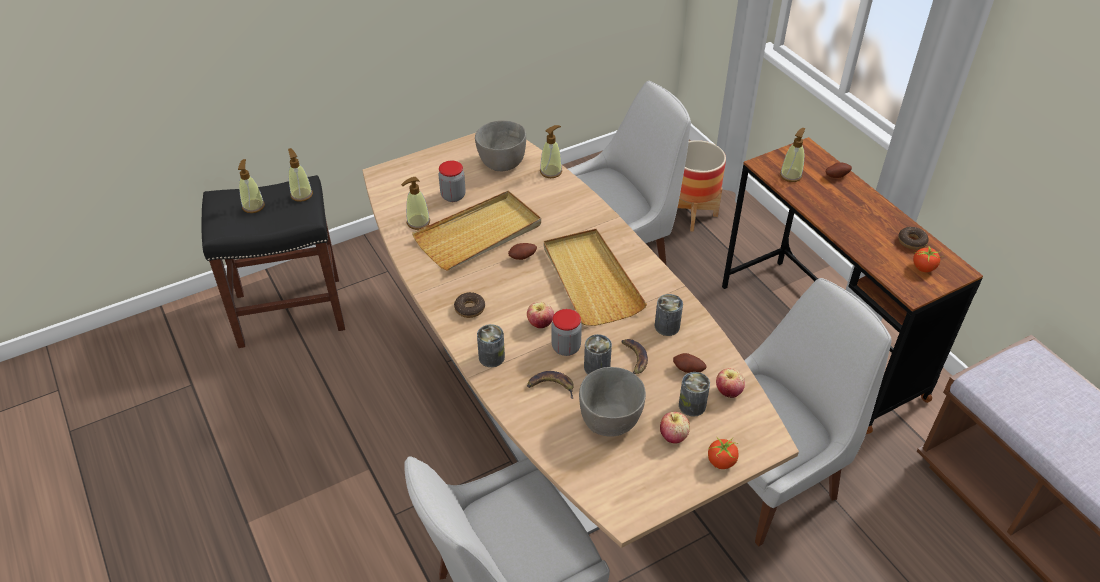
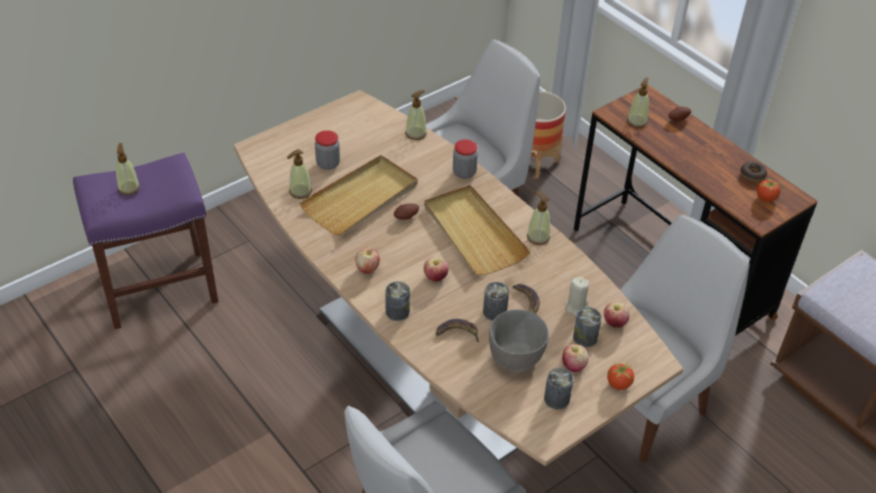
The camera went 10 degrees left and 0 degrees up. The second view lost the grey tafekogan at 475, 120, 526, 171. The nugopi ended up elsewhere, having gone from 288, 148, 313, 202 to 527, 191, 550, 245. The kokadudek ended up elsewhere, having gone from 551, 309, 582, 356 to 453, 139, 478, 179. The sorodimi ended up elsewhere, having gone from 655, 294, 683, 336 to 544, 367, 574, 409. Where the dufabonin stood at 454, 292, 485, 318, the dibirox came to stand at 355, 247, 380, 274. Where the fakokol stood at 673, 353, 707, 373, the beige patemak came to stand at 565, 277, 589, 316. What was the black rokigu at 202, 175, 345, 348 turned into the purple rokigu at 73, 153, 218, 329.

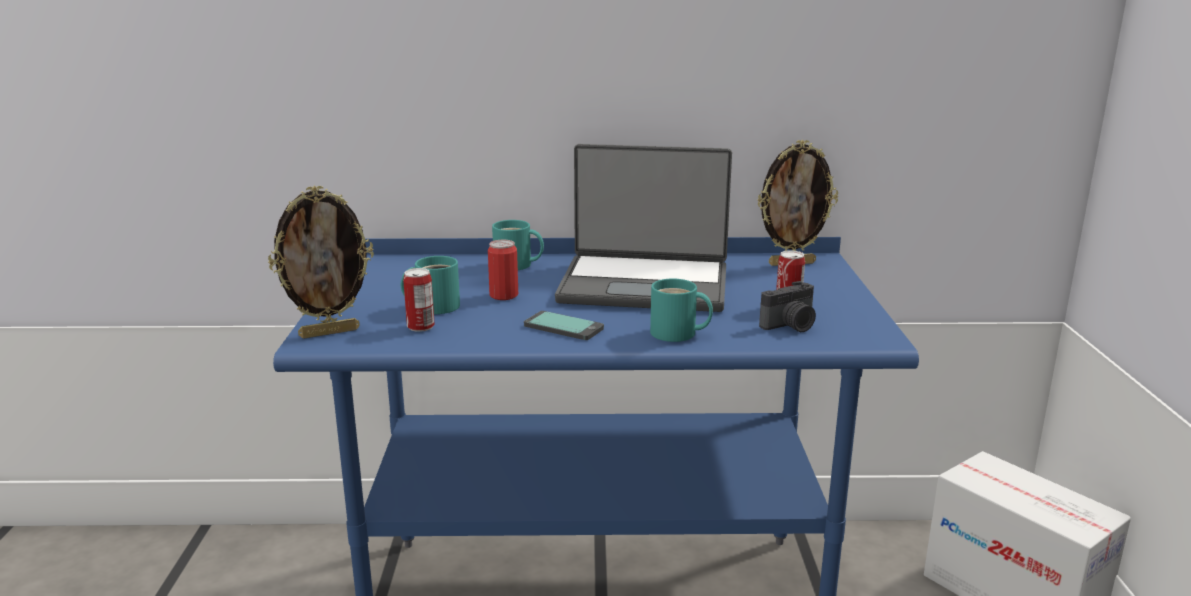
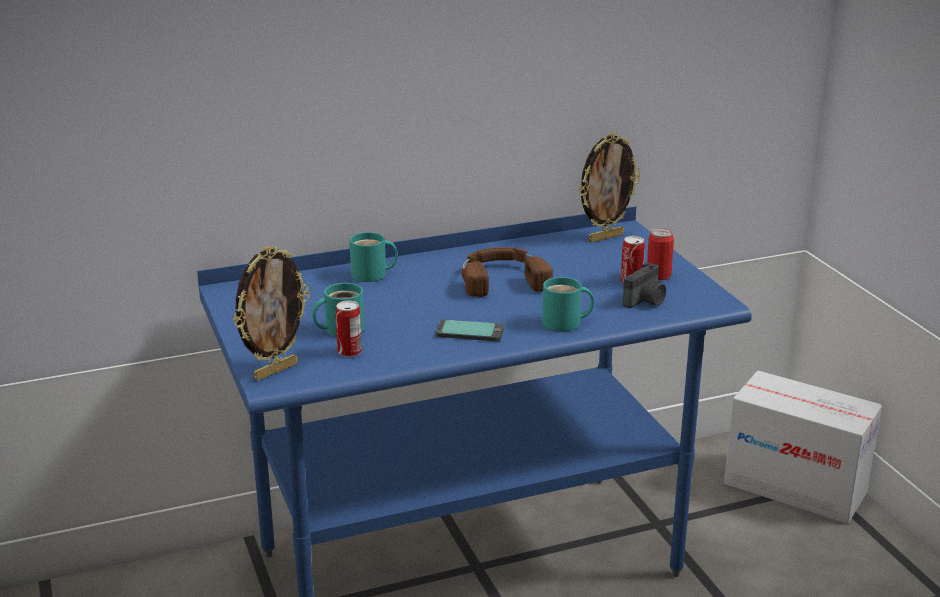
The camera went 20 degrees left and 5 degrees up. The sorodimi ended up elsewhere, having gone from 488, 240, 518, 300 to 647, 228, 674, 280. Where the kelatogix stood at 555, 144, 732, 312, the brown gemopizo came to stand at 462, 247, 553, 297.

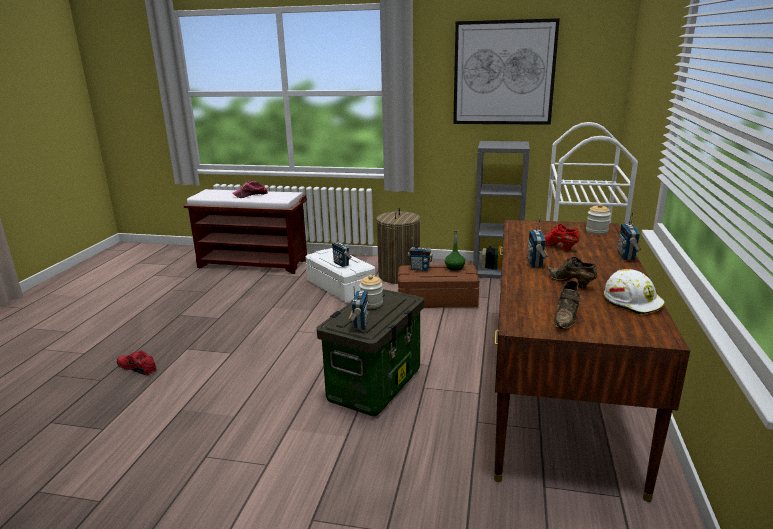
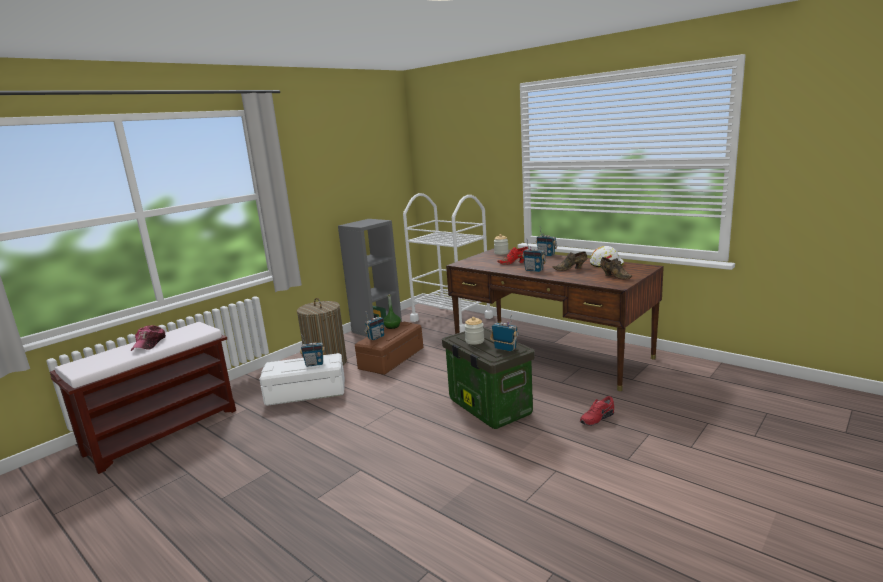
The camera went 60 degrees left and 5 degrees down. The second view lost the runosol at 453, 18, 560, 125. The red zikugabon ended up elsewhere, having gone from 117, 351, 156, 375 to 580, 396, 614, 426.

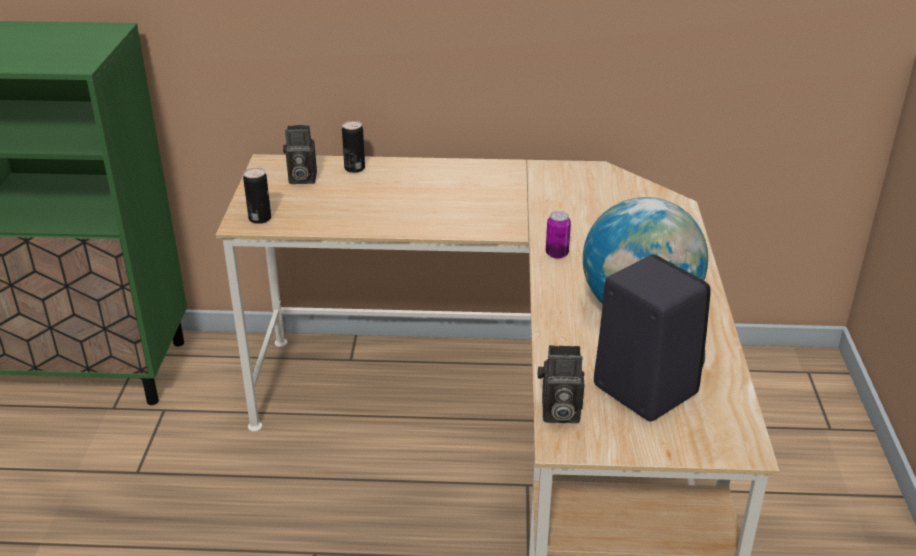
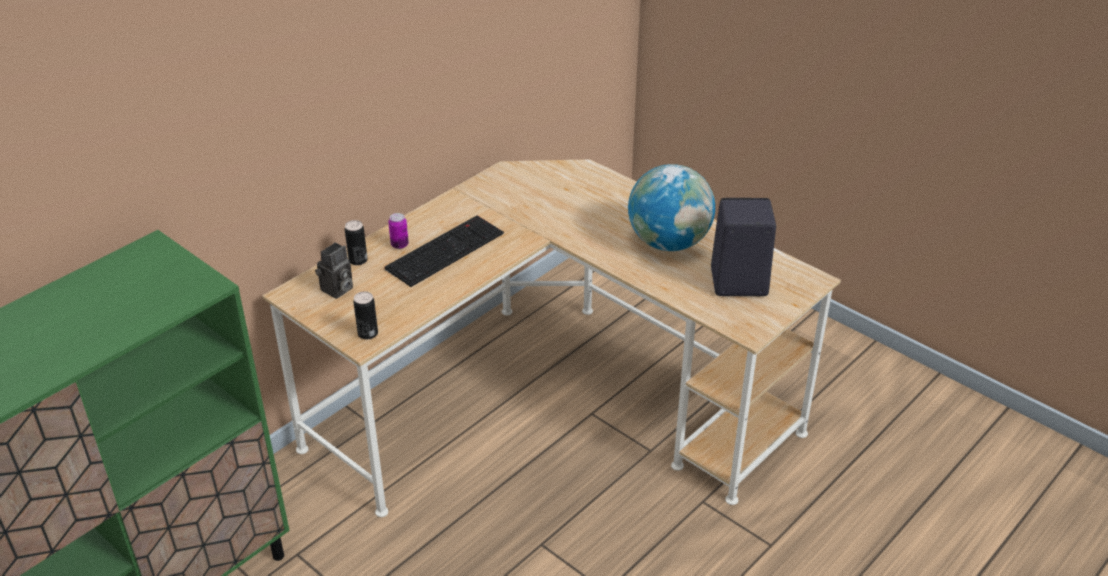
The camera went 50 degrees left and 5 degrees up. The second view lost the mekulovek at 537, 345, 585, 423. The second view gained the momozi at 384, 215, 504, 287. The sorodimi ended up elsewhere, having gone from 546, 211, 571, 259 to 388, 213, 409, 249.

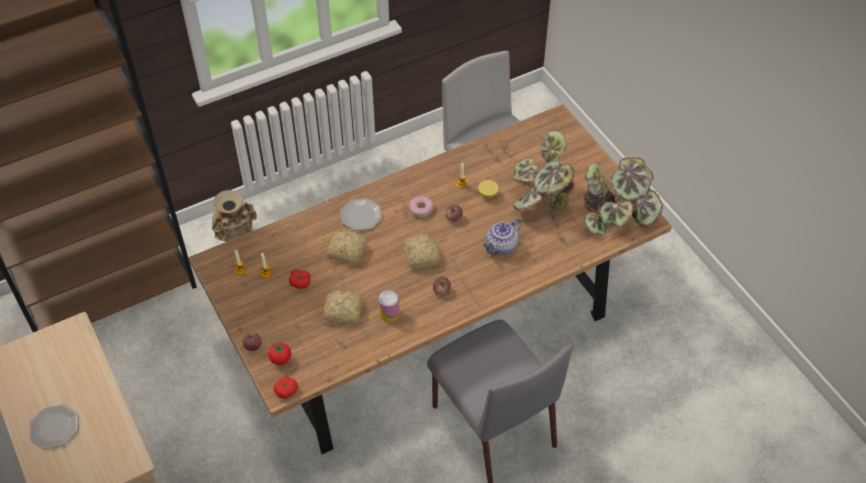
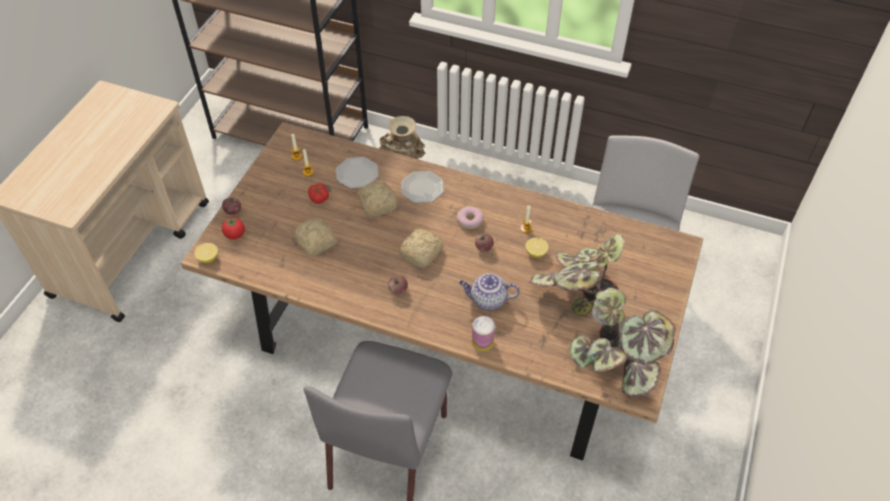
The camera went 50 degrees right and 0 degrees up. The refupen ended up elsewhere, having gone from 30, 404, 79, 449 to 336, 157, 379, 189. The sorodimi ended up elsewhere, having gone from 379, 290, 400, 322 to 472, 316, 495, 351. Where the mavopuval stood at 273, 376, 298, 399, the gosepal came to stand at 194, 243, 218, 263.

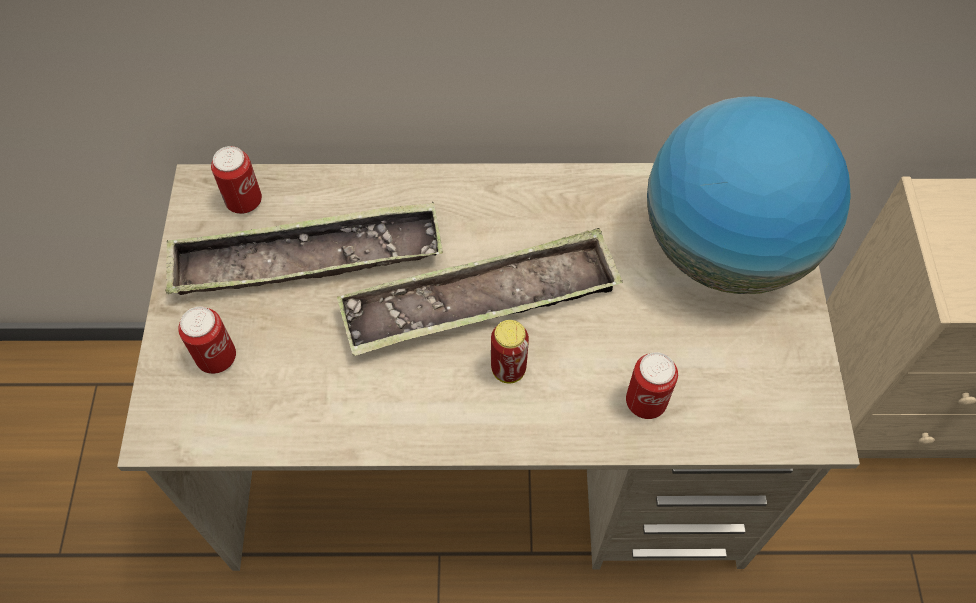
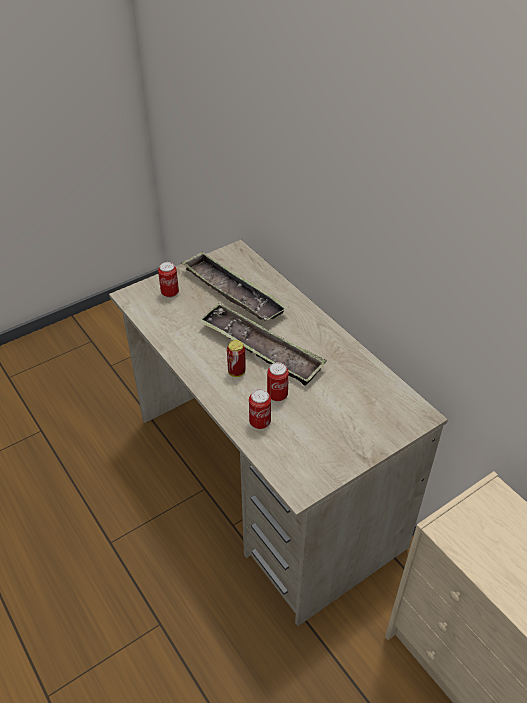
The camera went 55 degrees right and 15 degrees down. The second view lost the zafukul at 647, 96, 851, 294. The sorodimi ended up elsewhere, having gone from 211, 146, 262, 214 to 267, 362, 289, 401.

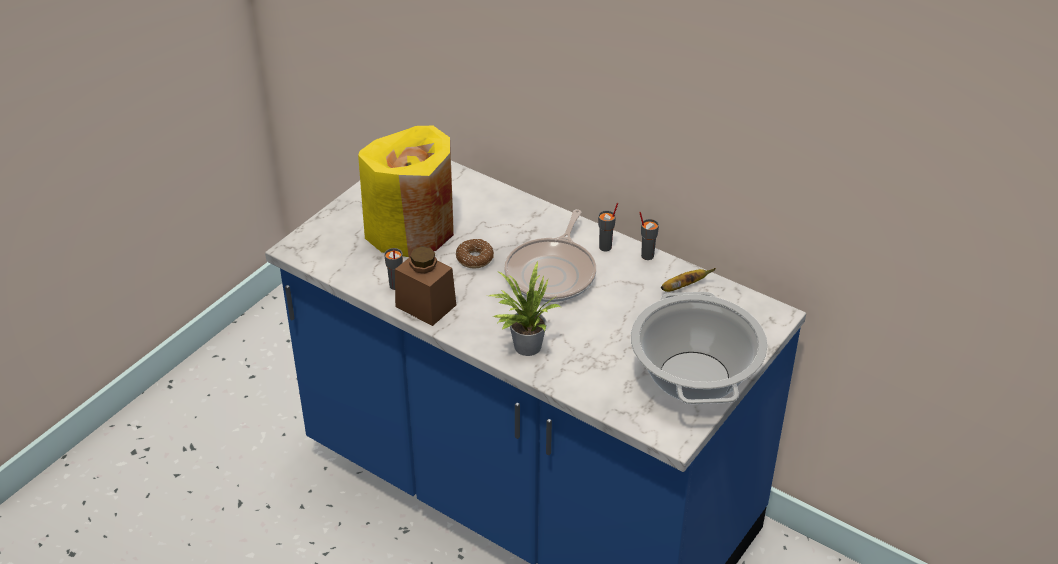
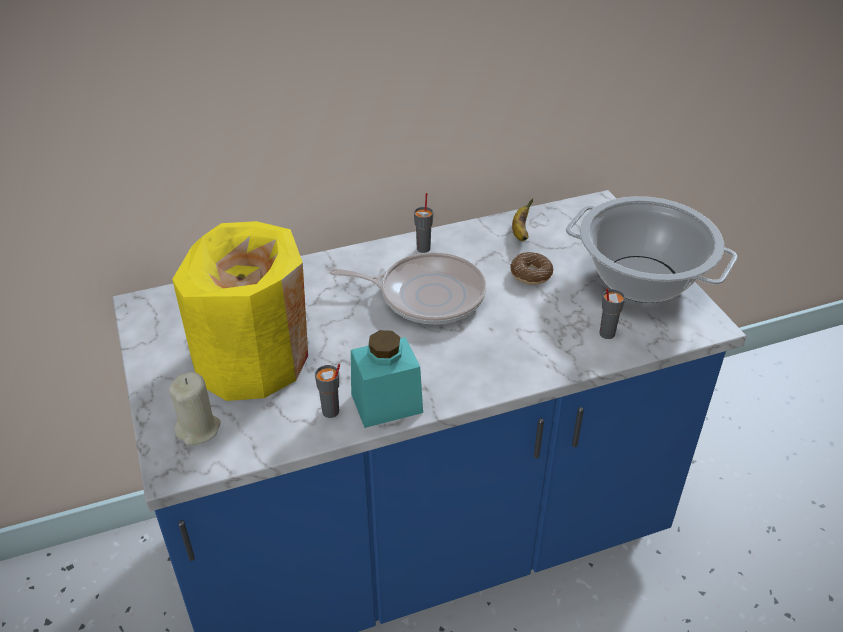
The camera went 55 degrees left and 0 degrees up. The second view lost the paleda at 489, 262, 561, 356. The second view gained the beige patemak at 169, 371, 221, 446. The dufabonin ended up elsewhere, having gone from 456, 239, 494, 268 to 510, 252, 553, 285. The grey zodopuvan ended up elsewhere, having gone from 639, 212, 659, 260 to 600, 288, 625, 339. What was the brown kokadudek at 395, 246, 456, 326 turned into the turquoise kokadudek at 351, 330, 423, 428. The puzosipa at 504, 209, 596, 302 ended up facing another way, 45 degrees counterclockwise from before.

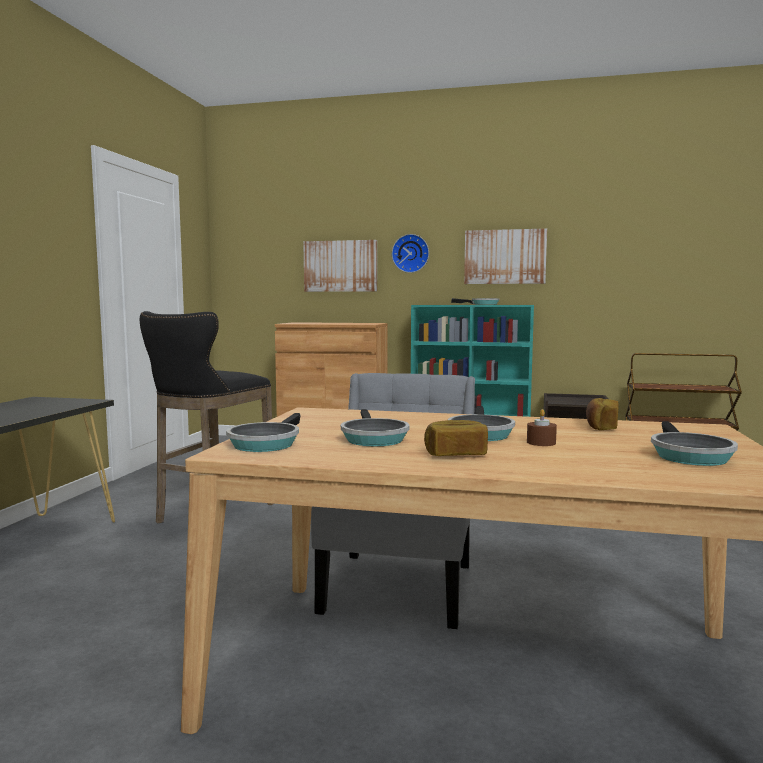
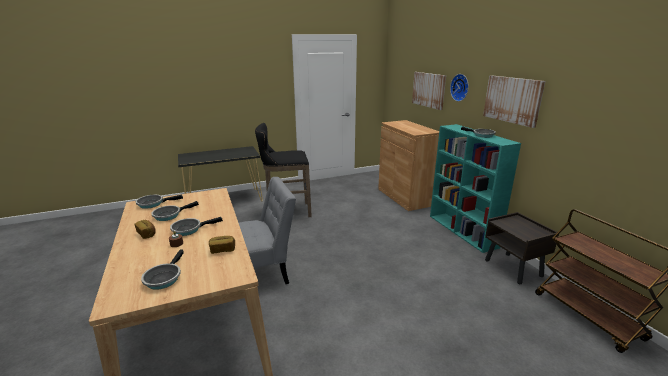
The camera went 55 degrees right and 15 degrees up. The puzosipa at 651, 421, 738, 466 ended up facing another way, 60 degrees counterclockwise from before.

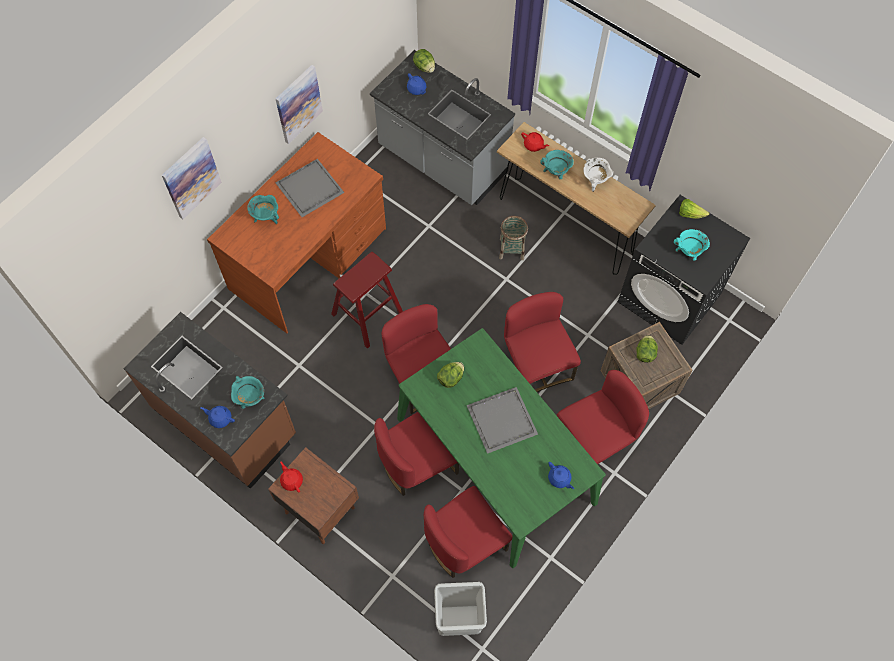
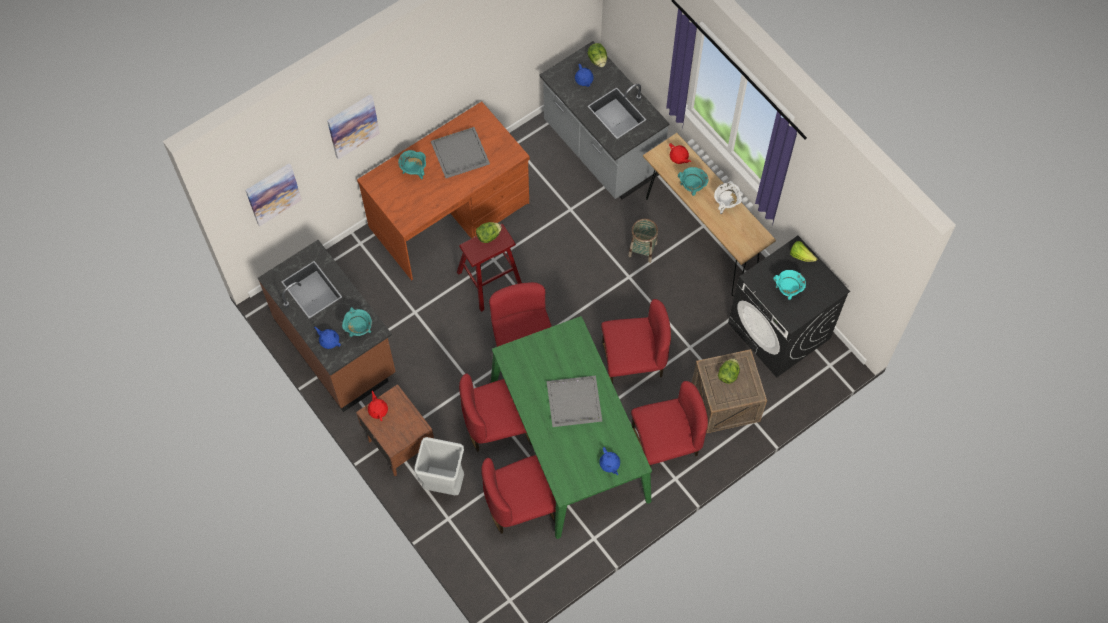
The camera went 15 degrees right and 0 degrees up. The runosol ended up elsewhere, having gone from 276, 65, 323, 144 to 245, 163, 302, 226. The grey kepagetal ended up elsewhere, having gone from 434, 582, 487, 636 to 414, 437, 464, 495. The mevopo ended up elsewhere, having gone from 437, 362, 464, 388 to 476, 222, 502, 243. The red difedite at 504, 292, 581, 392 ended up facing another way, 90 degrees clockwise from before.

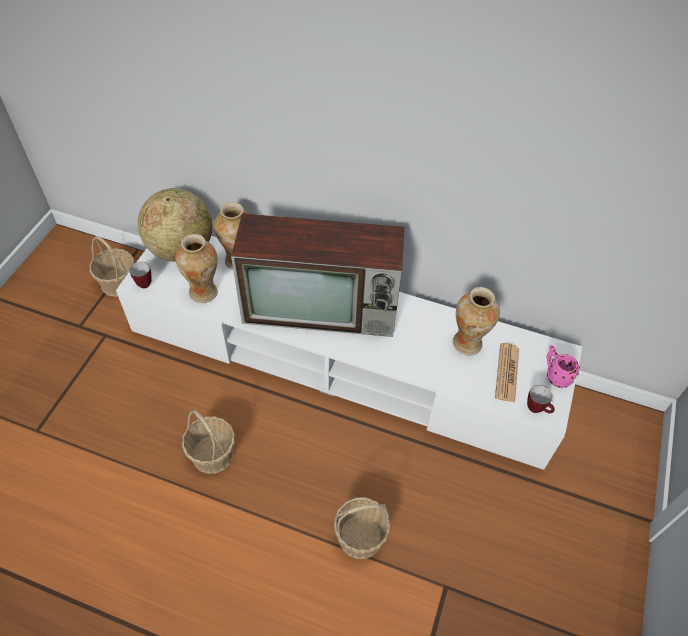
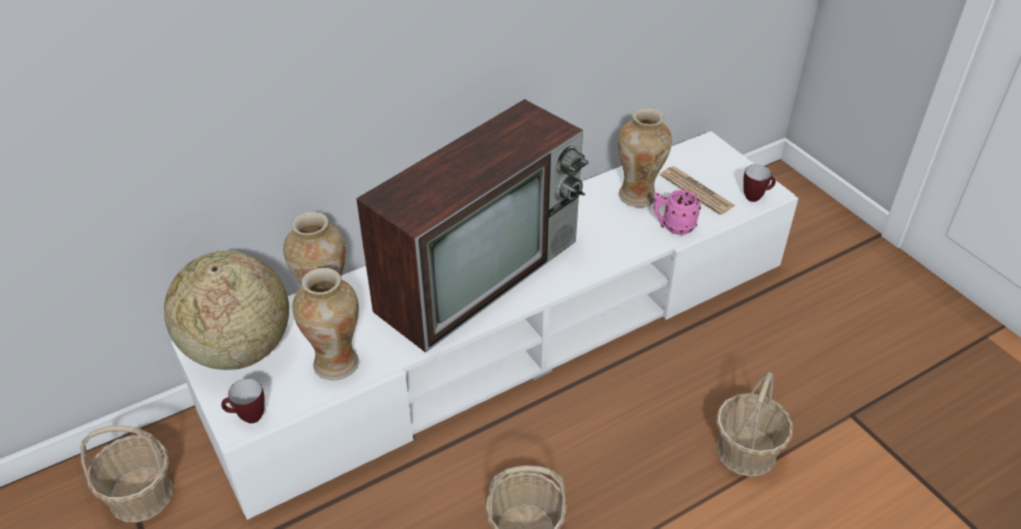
The camera went 50 degrees left and 10 degrees down. The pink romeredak ended up elsewhere, having gone from 547, 345, 580, 388 to 654, 190, 701, 235.

